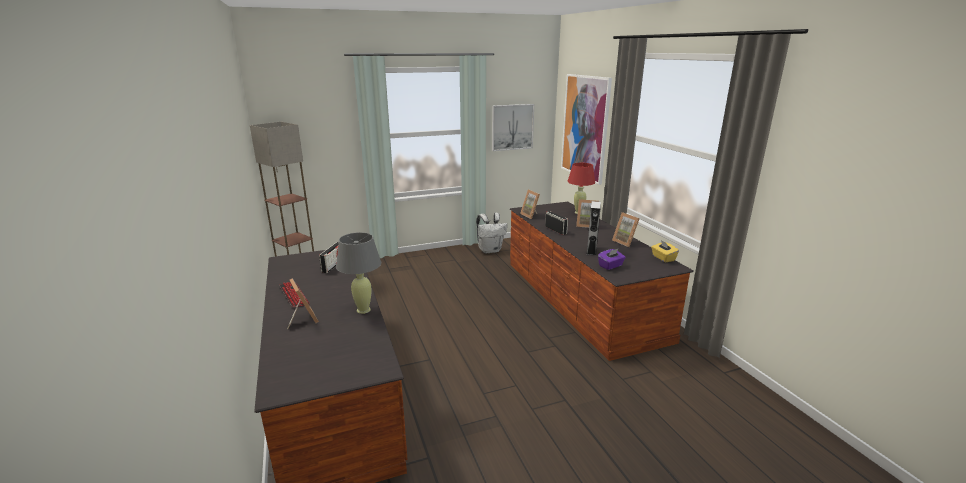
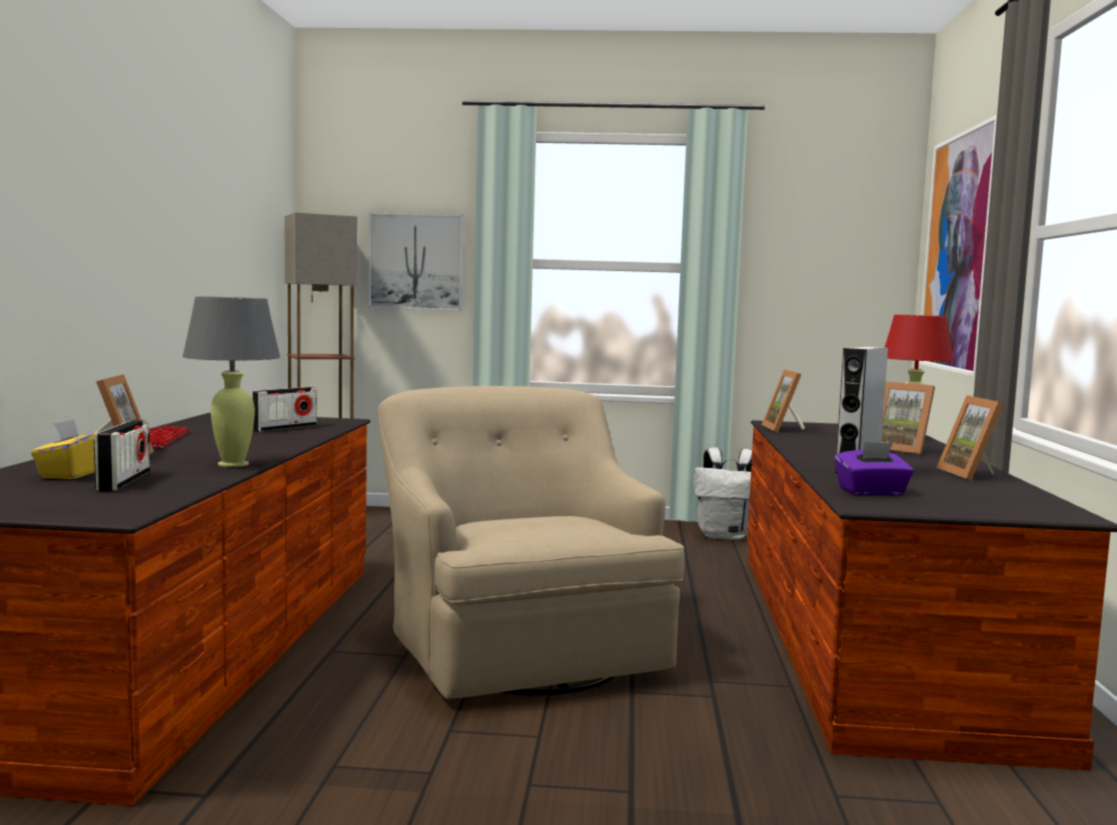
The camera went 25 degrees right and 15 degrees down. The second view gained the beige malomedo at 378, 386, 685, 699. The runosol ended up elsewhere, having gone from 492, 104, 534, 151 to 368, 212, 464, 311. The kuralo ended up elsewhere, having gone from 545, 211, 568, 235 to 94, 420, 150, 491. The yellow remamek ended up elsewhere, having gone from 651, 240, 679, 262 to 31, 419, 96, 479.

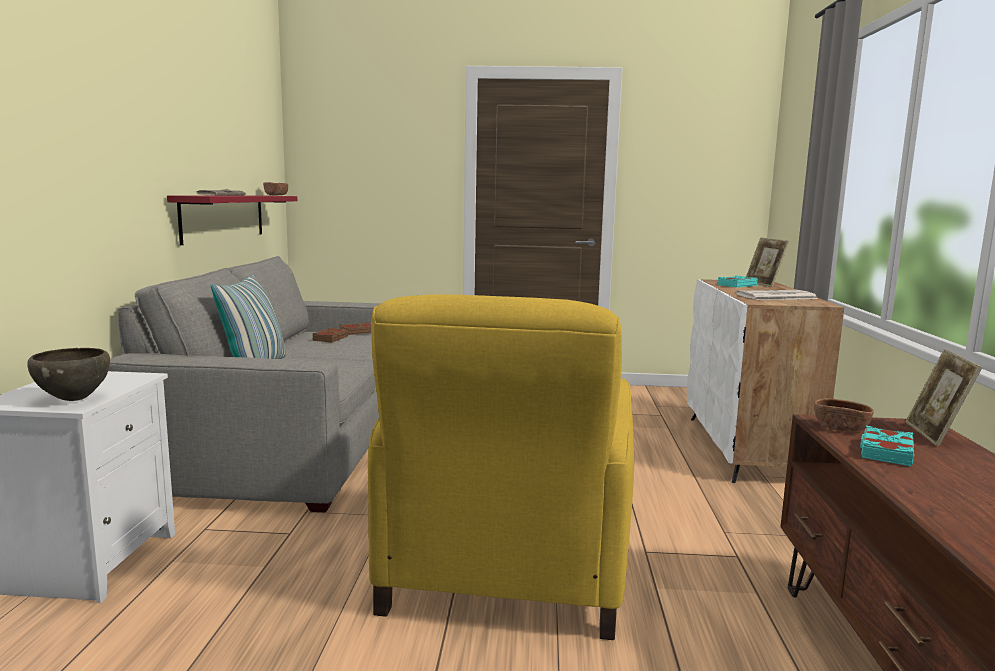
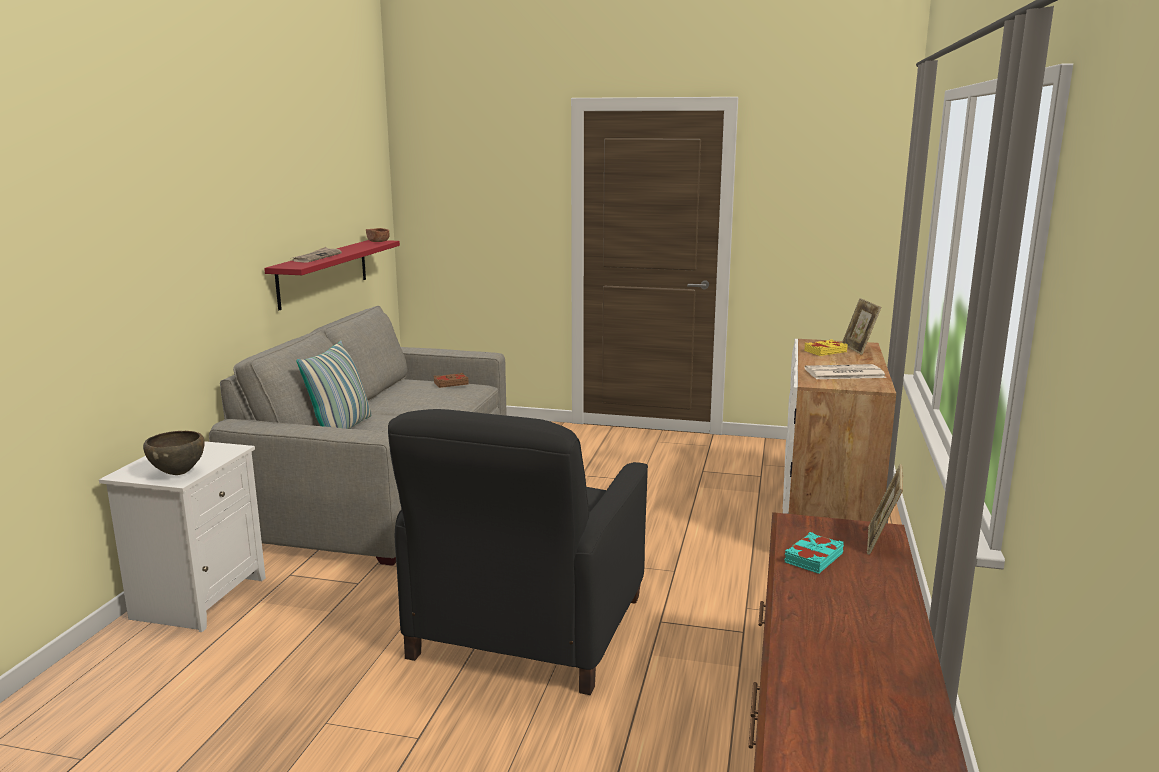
The camera went 10 degrees right and 5 degrees up. The second view lost the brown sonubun at 312, 328, 348, 342. The second view lost the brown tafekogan at 814, 398, 874, 432. What was the yellow malomedo at 368, 294, 634, 640 turned into the black malomedo at 388, 409, 648, 695. What was the turquoise sonubun at 718, 275, 757, 288 turned into the yellow sonubun at 804, 339, 847, 356.

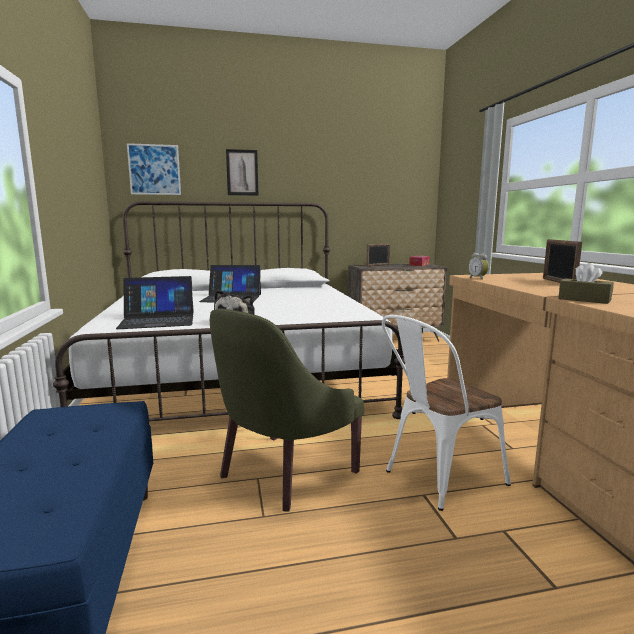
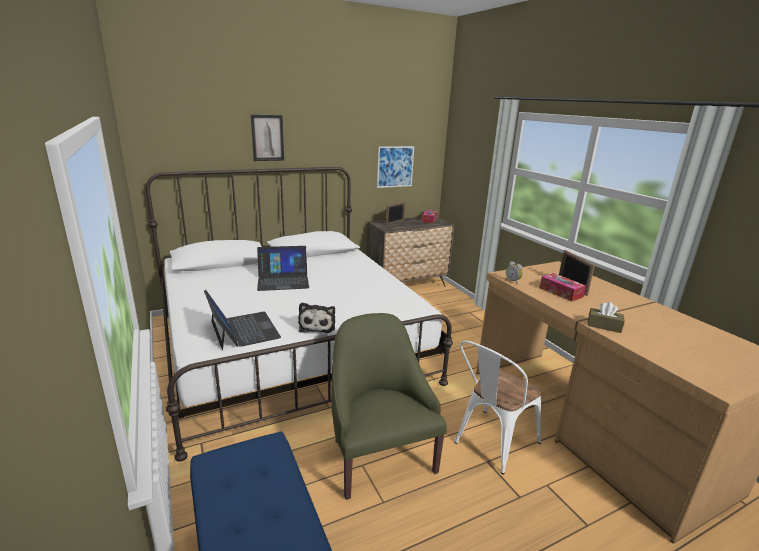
The camera went 15 degrees left and 10 degrees up. The second view gained the remamek at 540, 273, 586, 301. The runosol ended up elsewhere, having gone from 127, 143, 181, 195 to 377, 146, 414, 188. The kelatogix at 116, 276, 194, 329 ended up facing another way, 90 degrees counterclockwise from before. The green malomedo at 210, 309, 364, 512 ended up facing another way, 135 degrees clockwise from before.

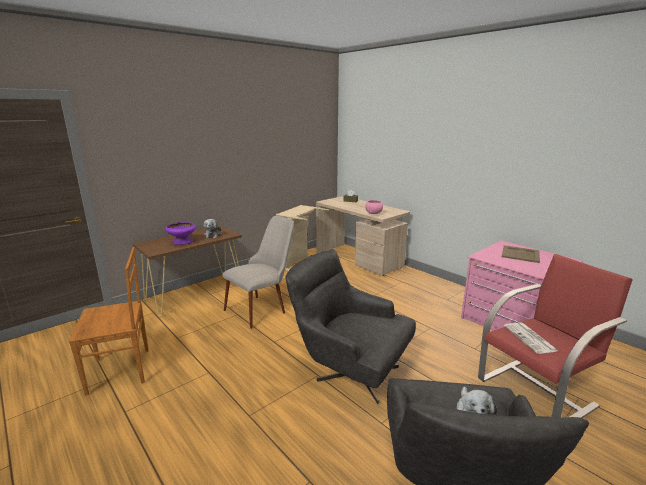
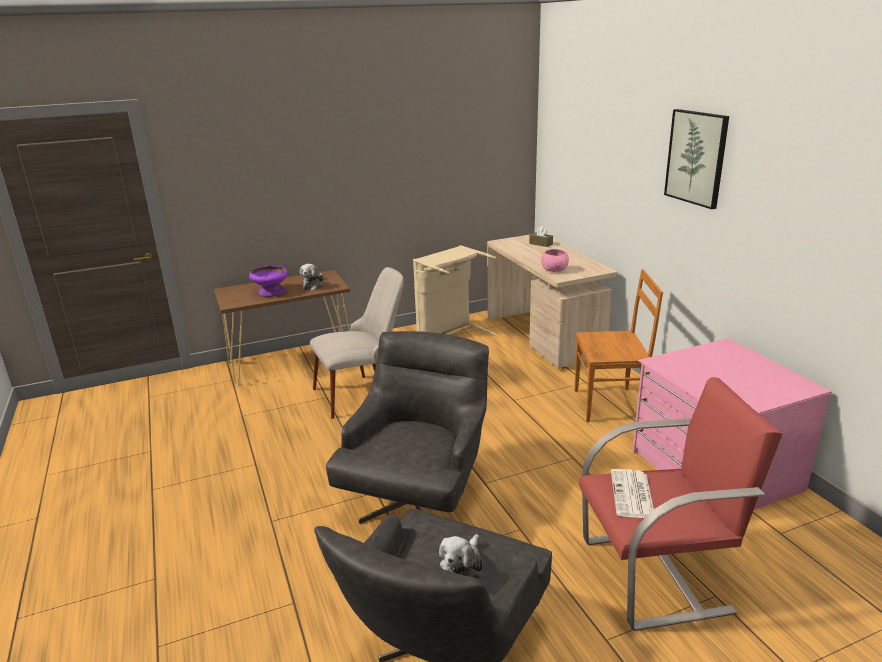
The camera went 20 degrees right and 5 degrees up. The second view lost the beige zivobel at 502, 245, 540, 263. The second view gained the runosol at 664, 109, 729, 209. The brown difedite ended up elsewhere, having gone from 68, 247, 149, 395 to 575, 269, 663, 422. The grey malomedo at 286, 249, 416, 404 ended up facing another way, 60 degrees clockwise from before.

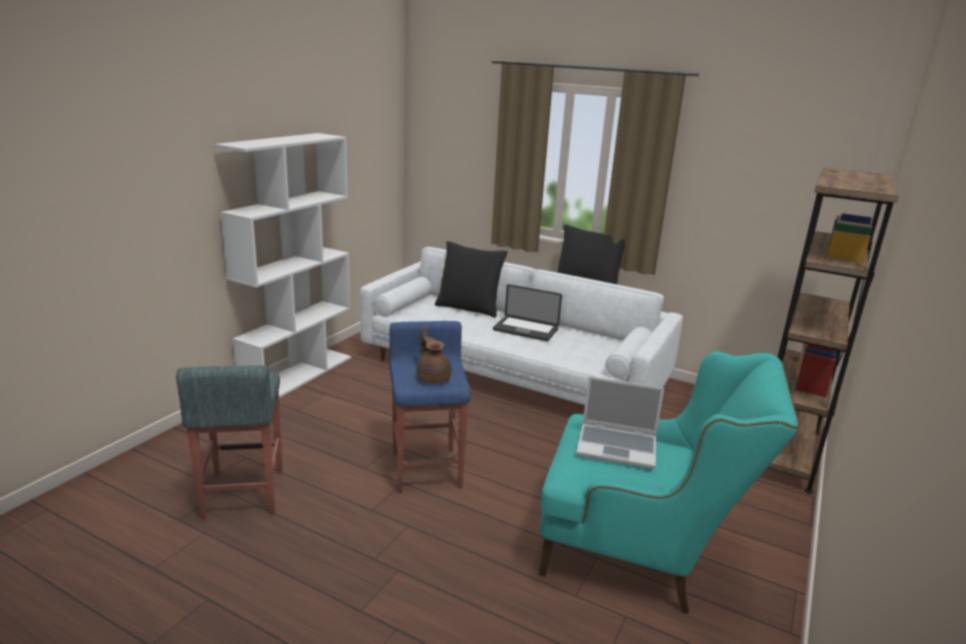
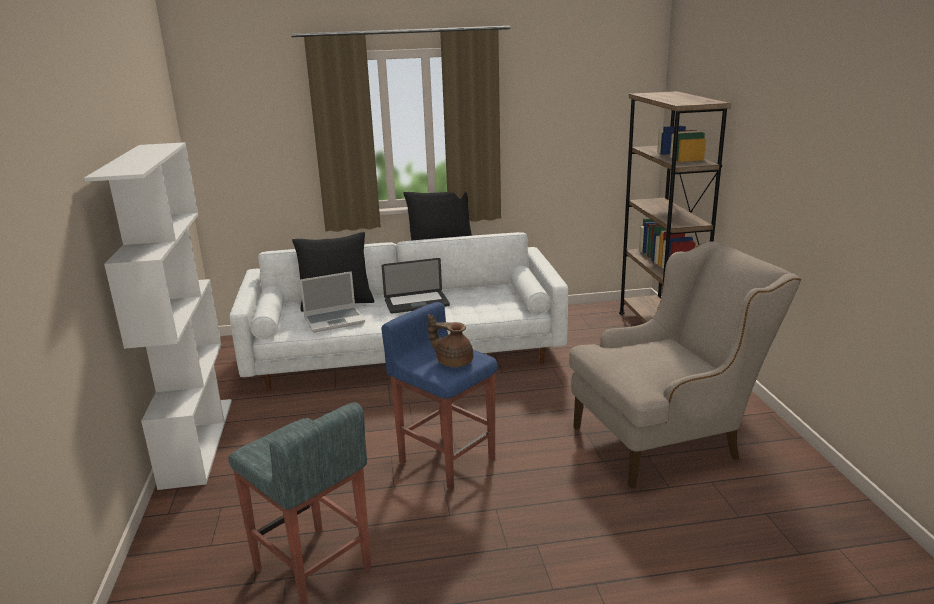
The camera went 35 degrees left and 0 degrees up. The kelatogix ended up elsewhere, having gone from 576, 376, 664, 469 to 300, 271, 365, 333. What was the turquoise malomedo at 539, 351, 799, 614 turned into the beige malomedo at 569, 241, 801, 488.

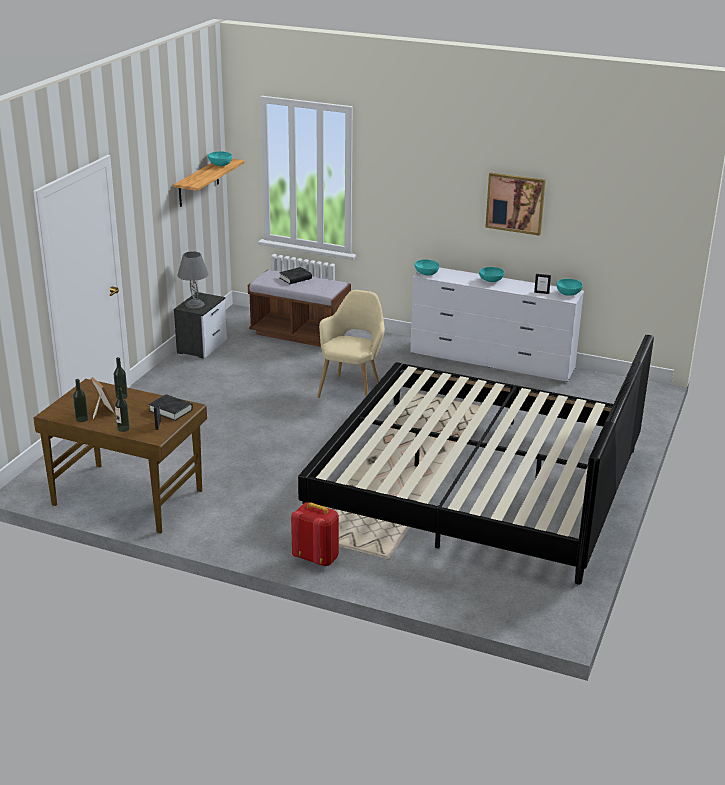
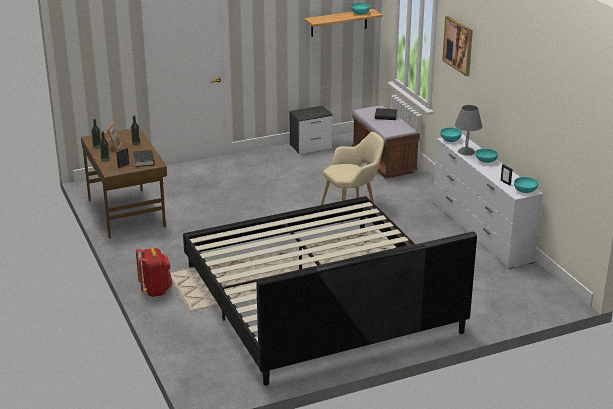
The camera went 45 degrees right and 0 degrees up. The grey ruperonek ended up elsewhere, having gone from 178, 251, 209, 308 to 455, 105, 482, 156. The runosol ended up elsewhere, having gone from 485, 172, 546, 236 to 442, 16, 473, 76.

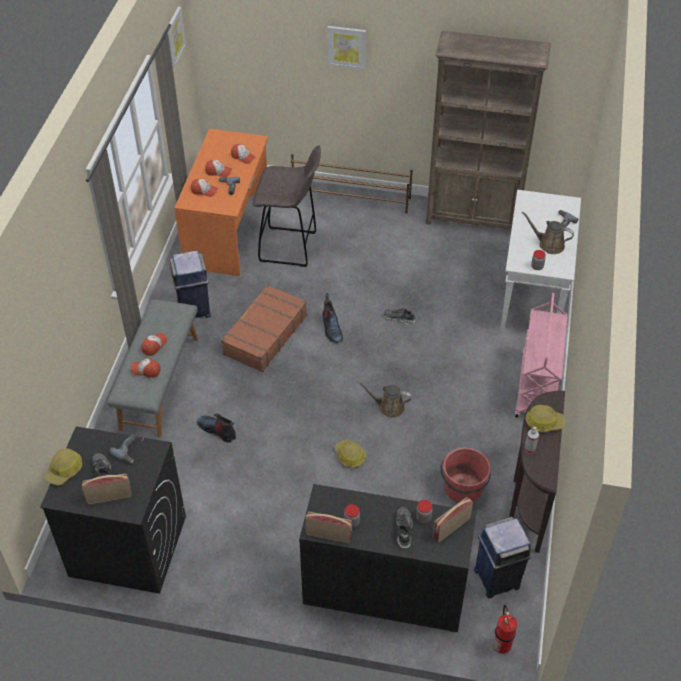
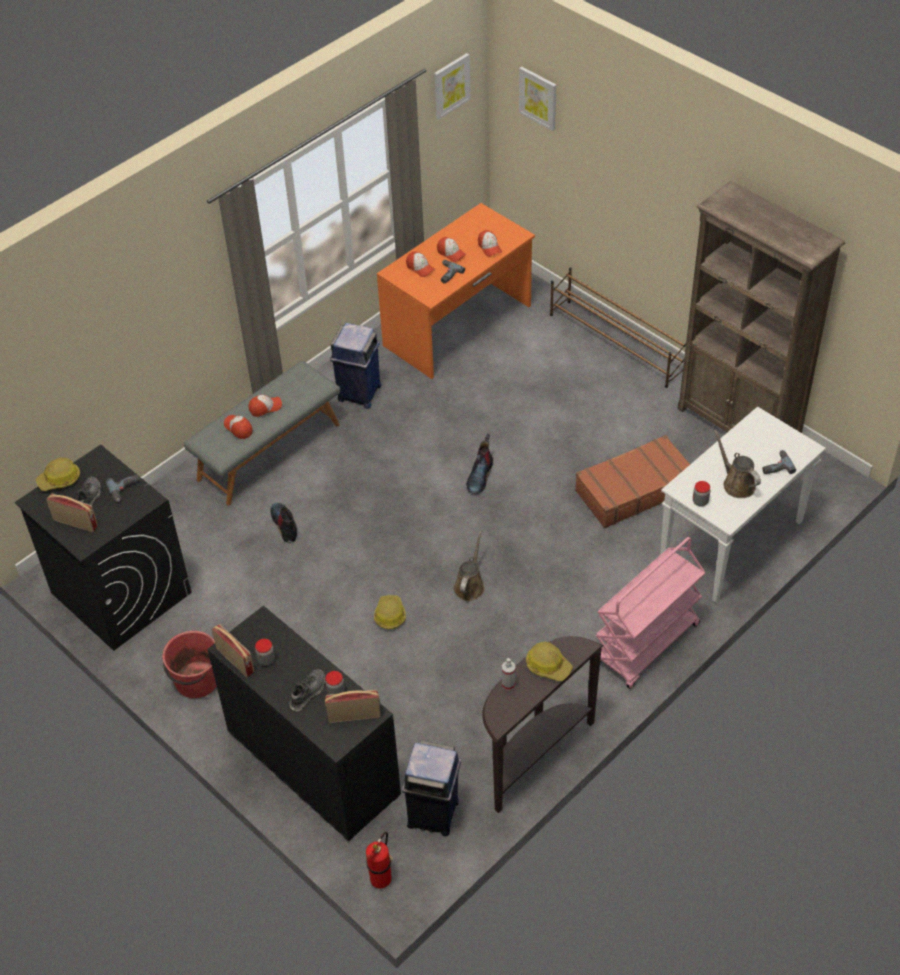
The camera went 35 degrees right and 0 degrees up. The second view lost the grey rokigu at 253, 145, 321, 267. The second view lost the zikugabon at 384, 308, 415, 324. The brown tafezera ended up elsewhere, having gone from 221, 285, 307, 372 to 575, 435, 690, 528. The runosol ended up elsewhere, having gone from 327, 26, 366, 70 to 519, 67, 556, 131. The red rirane ended up elsewhere, having gone from 440, 448, 491, 503 to 162, 631, 217, 698. The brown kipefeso at 357, 380, 412, 418 ended up facing another way, 60 degrees clockwise from before.

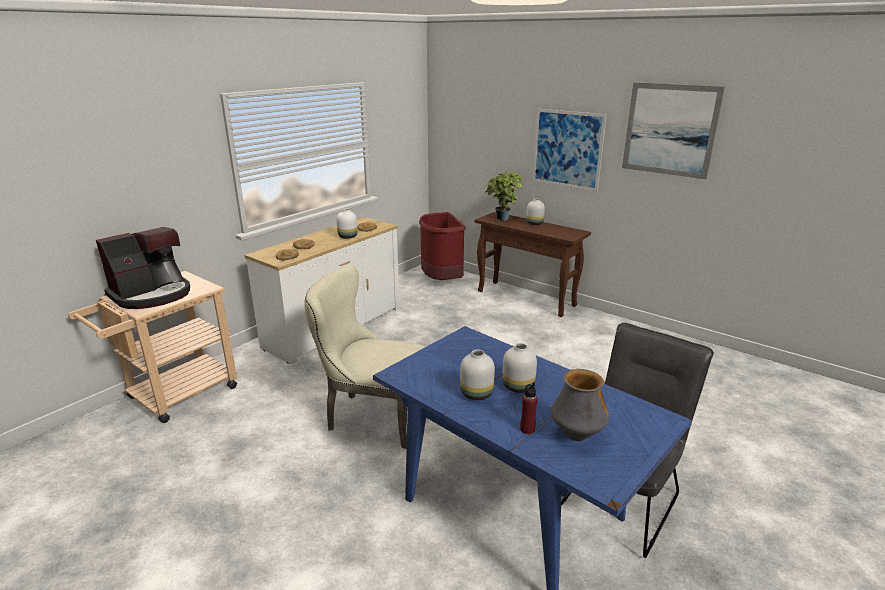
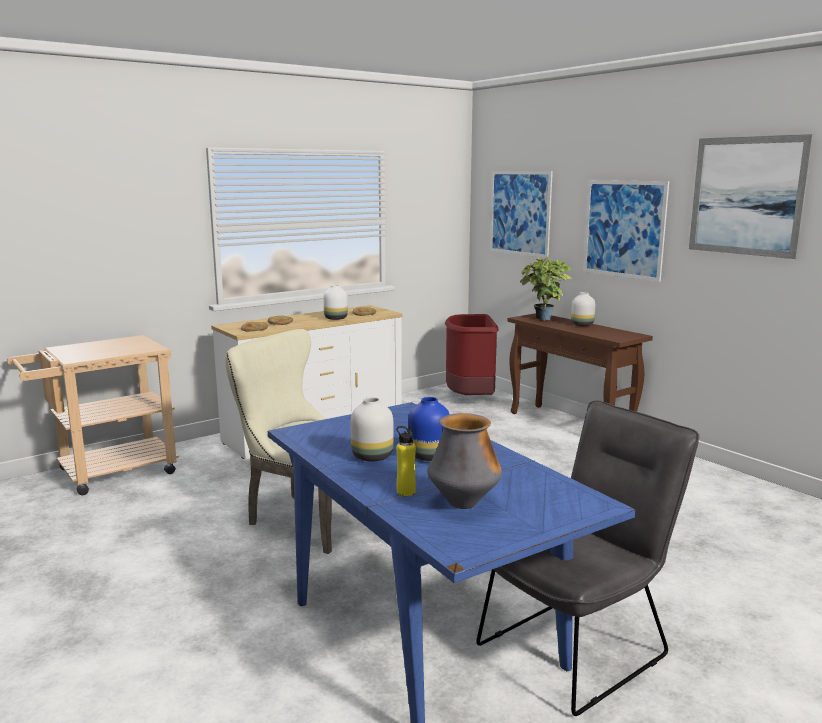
The camera went 15 degrees right and 10 degrees down. The second view lost the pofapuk at 96, 227, 190, 309. The second view gained the runosol at 490, 171, 553, 258. What was the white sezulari at 502, 343, 537, 393 turned into the blue sezulari at 408, 397, 450, 461. What was the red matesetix at 520, 382, 538, 434 turned into the yellow matesetix at 396, 425, 416, 496.

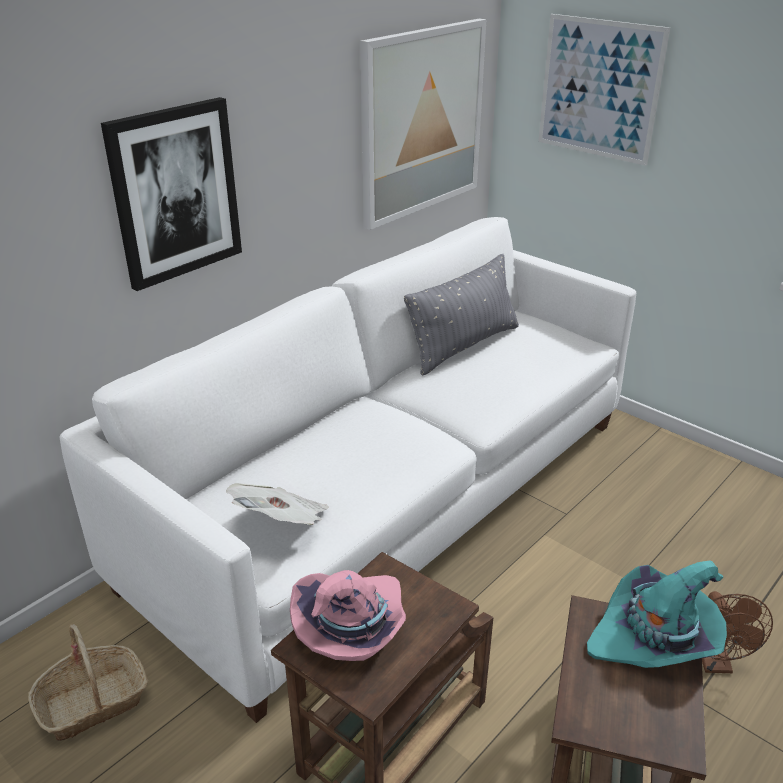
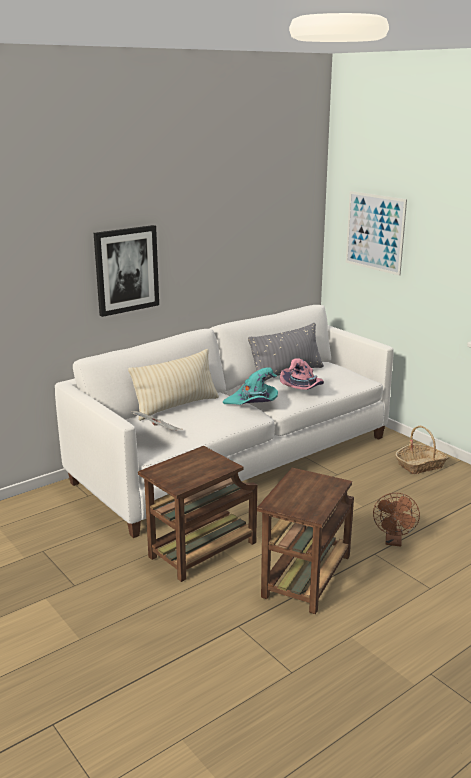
The camera went 10 degrees right and 10 degrees down. The second view lost the runosol at 360, 18, 486, 230. The second view gained the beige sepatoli at 128, 349, 219, 421. The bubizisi ended up elsewhere, having gone from 28, 624, 149, 741 to 395, 426, 448, 474. The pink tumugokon ended up elsewhere, having gone from 290, 570, 406, 661 to 280, 358, 324, 390. The turquoise tumugokon ended up elsewhere, having gone from 587, 561, 727, 668 to 223, 367, 278, 405.

